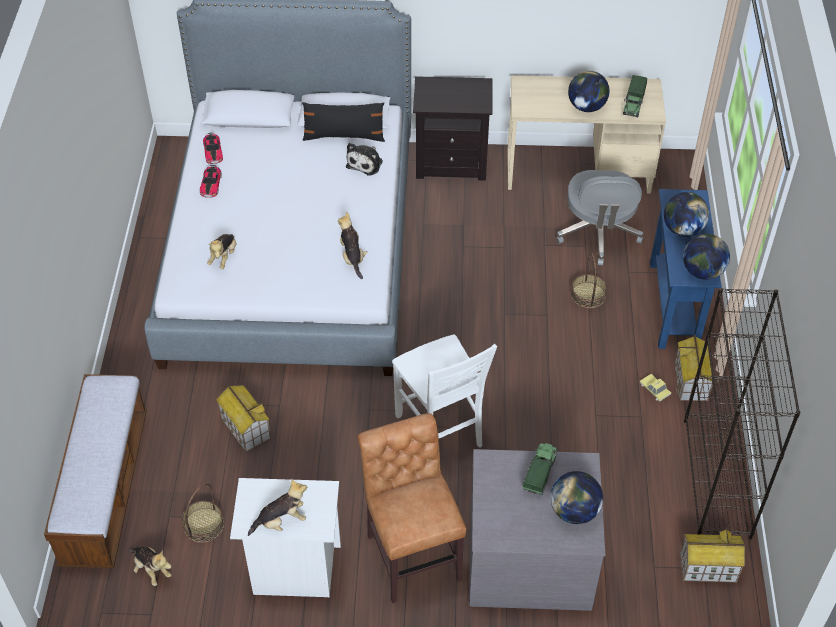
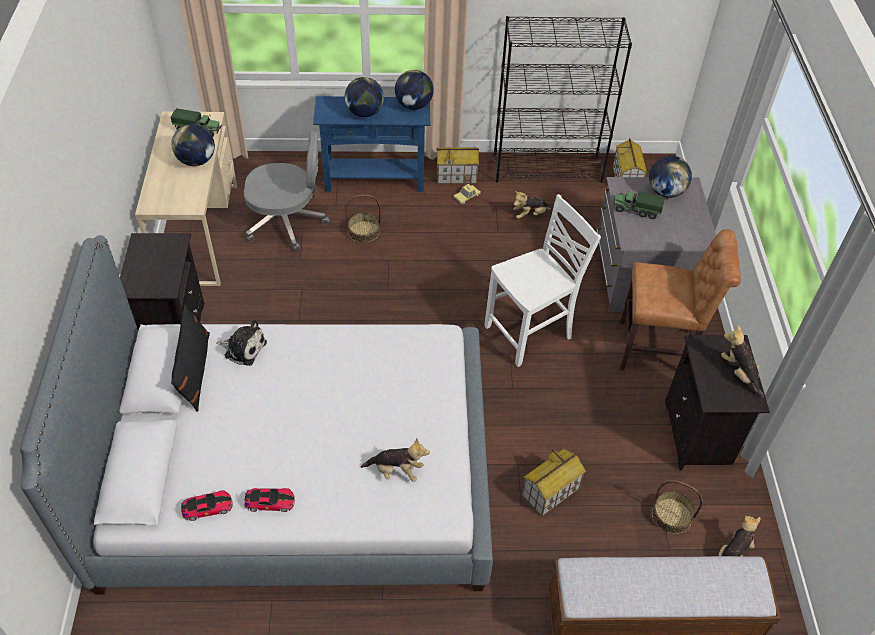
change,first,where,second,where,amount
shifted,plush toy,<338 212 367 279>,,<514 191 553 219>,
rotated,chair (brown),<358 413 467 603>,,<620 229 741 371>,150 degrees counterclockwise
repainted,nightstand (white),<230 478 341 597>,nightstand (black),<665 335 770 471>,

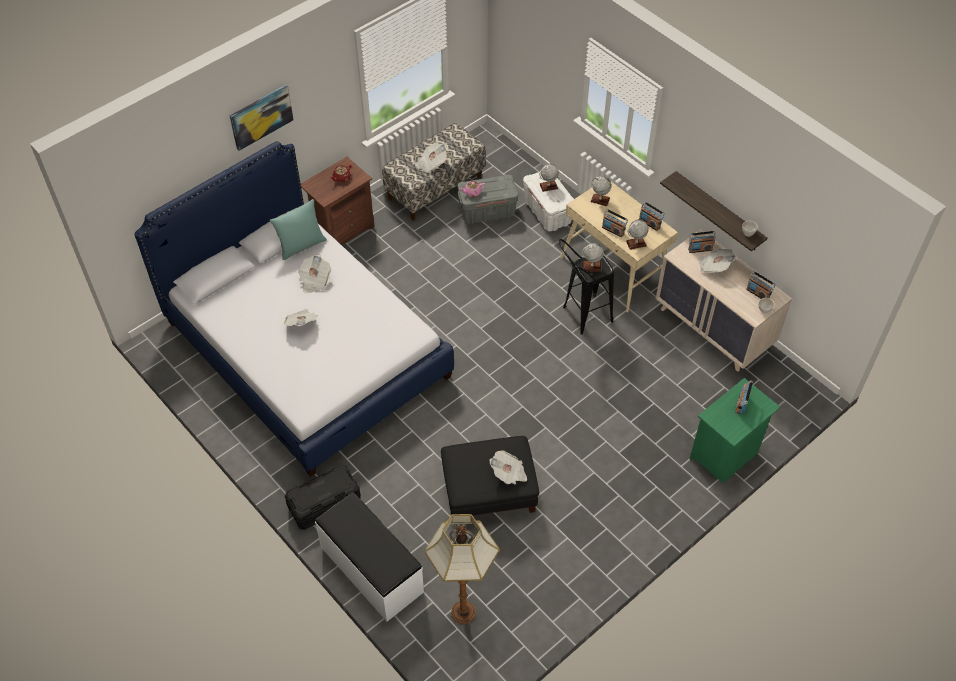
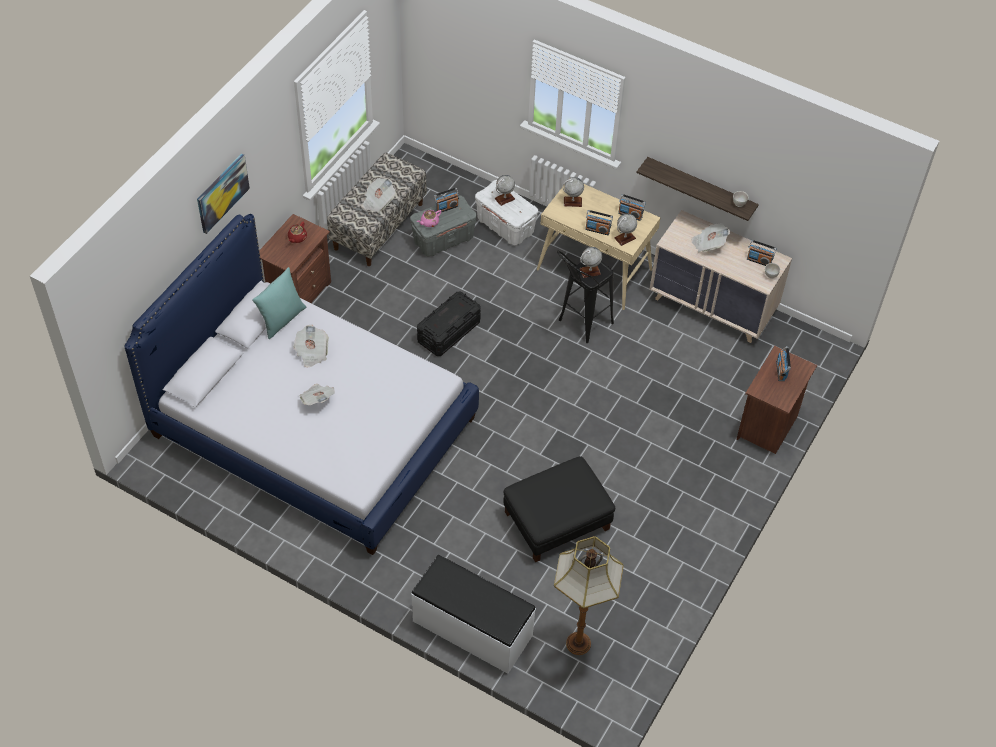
change,first,where,second,where,amount
shifted,radio,<688 231 715 253>,,<434 188 459 213>,
repainted,nightstand (green),<690 378 780 483>,nightstand (brown),<736 346 817 454>,
gone,newspaper,<490 450 527 484>,,,
shifted,storage box (black),<285 465 361 530>,,<417 292 481 356>,

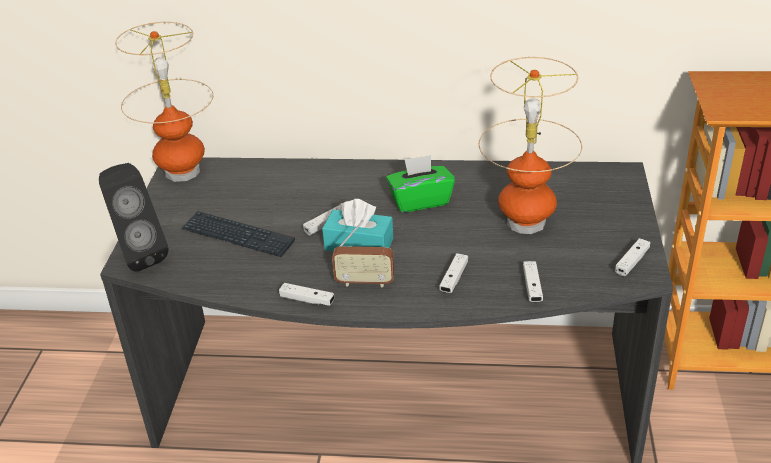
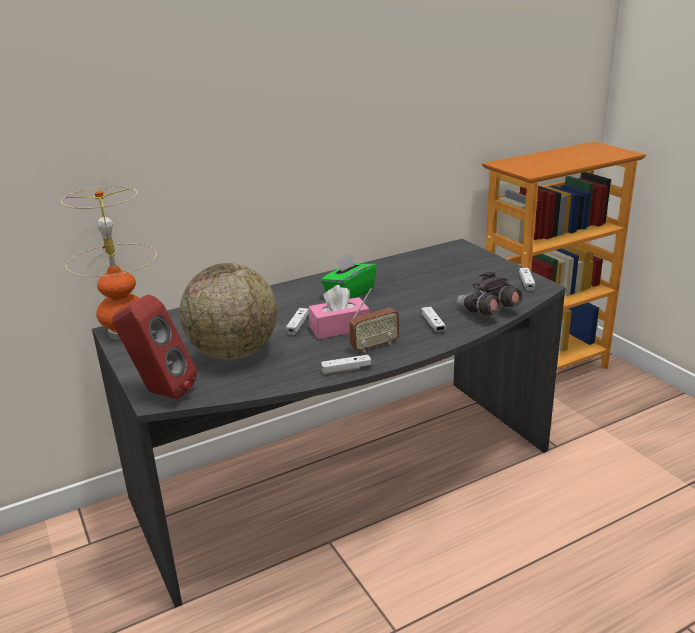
change,first,where,second,where,amount
gone,table lamp,<479 57 582 234>,,,
repainted,speaker (black),<99 163 169 272>,speaker (red),<112 295 197 400>,
repainted,tissue box (turquoise),<322 199 393 251>,tissue box (pink),<309 285 369 339>,
swapped,keyboard,<181 211 295 257>,globe,<180 263 277 360>,
swapped,game controller (white),<523 261 543 302>,binoculars (grey),<457 272 522 316>,

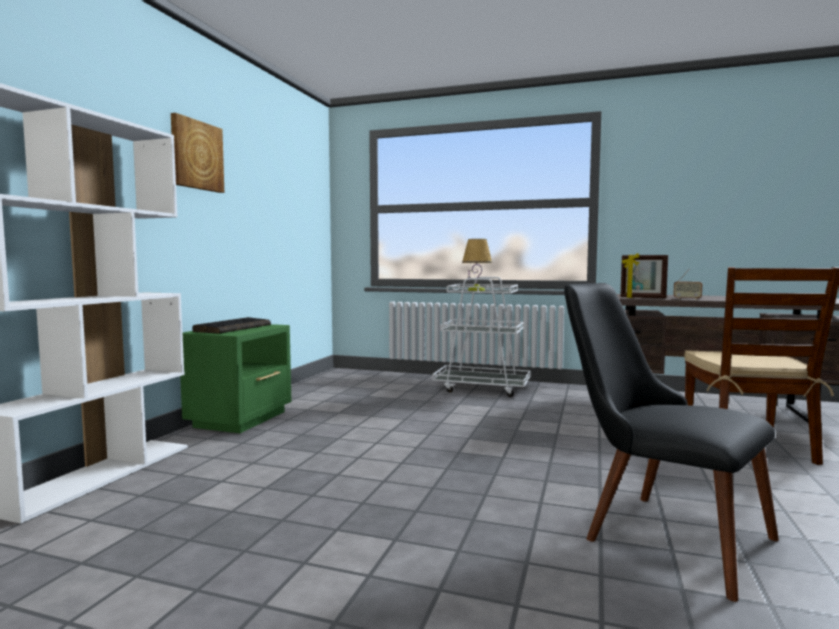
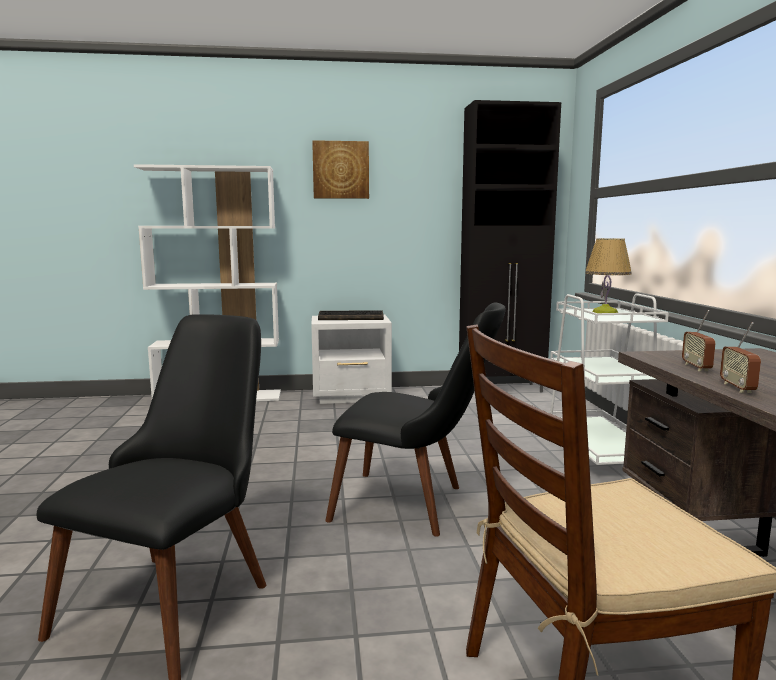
change,first,where,second,where,amount
swapped,picture frame,<620 253 668 298>,radio,<682 310 715 371>,
repainted,nightstand (green),<180 324 291 433>,nightstand (white),<311 314 392 404>,
new,,,cabinet (black),<459 100 561 392>,
new,,,chair (black),<325 303 506 536>,

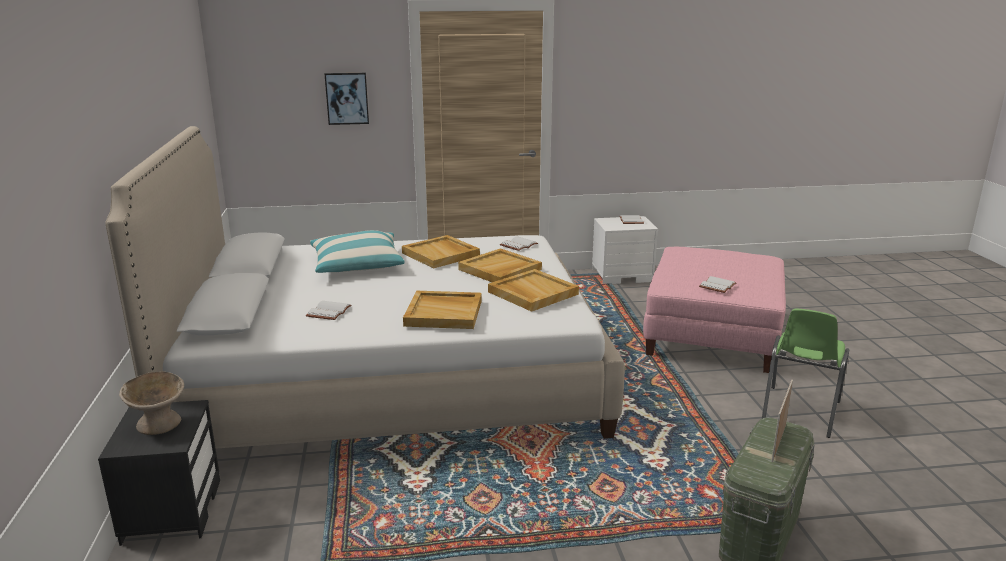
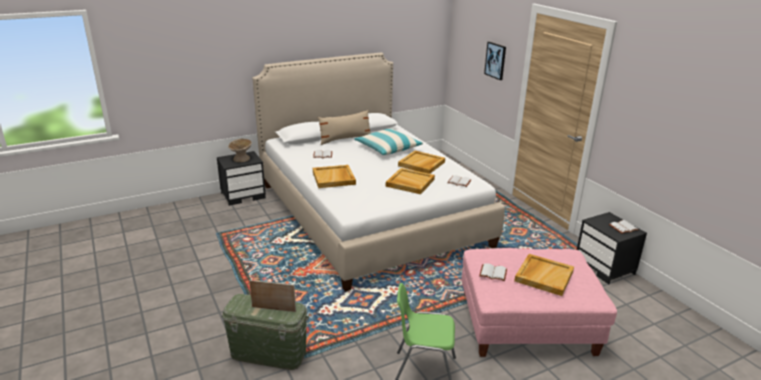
change,first,where,second,where,amount
repainted,nightstand (white),<592 216 658 284>,nightstand (black),<577 212 647 284>,
shifted,tray (beige),<488 269 579 312>,,<514 254 574 296>,
new,,,pillow (beige),<318 110 371 145>,

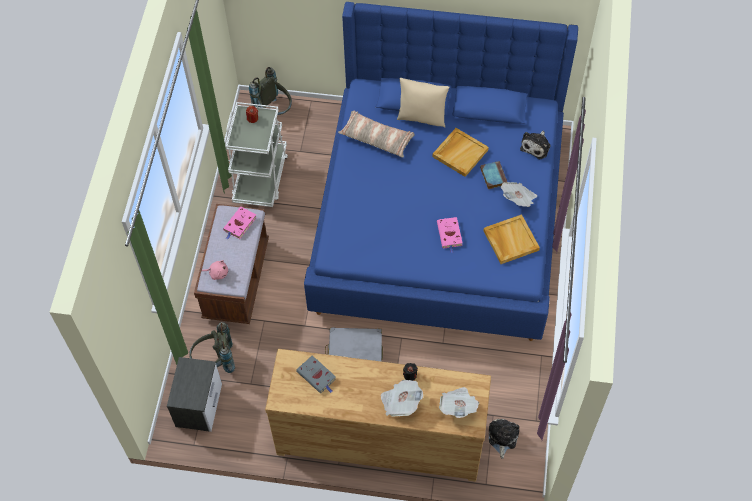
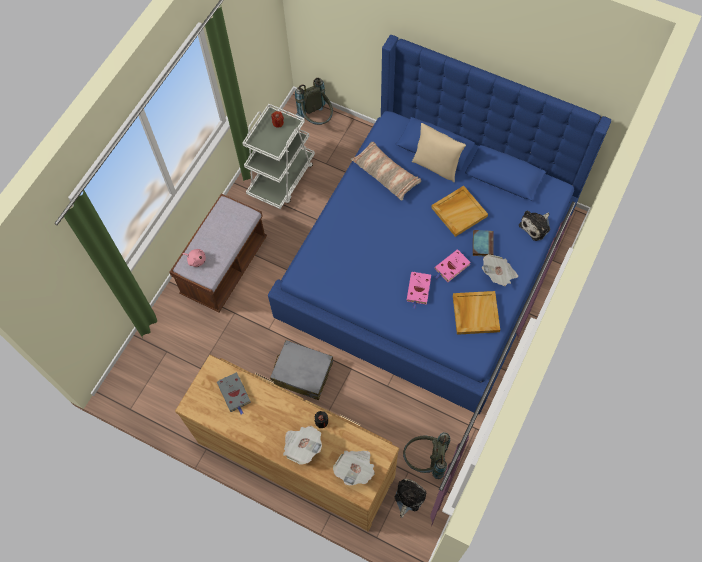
change,first,where,second,where,amount
shifted,book (pink),<223 206 257 239>,,<434 249 471 282>,
shifted,backpack (grey),<189 322 235 373>,,<403 433 450 479>,
gone,nightstand,<167 357 222 432>,,,

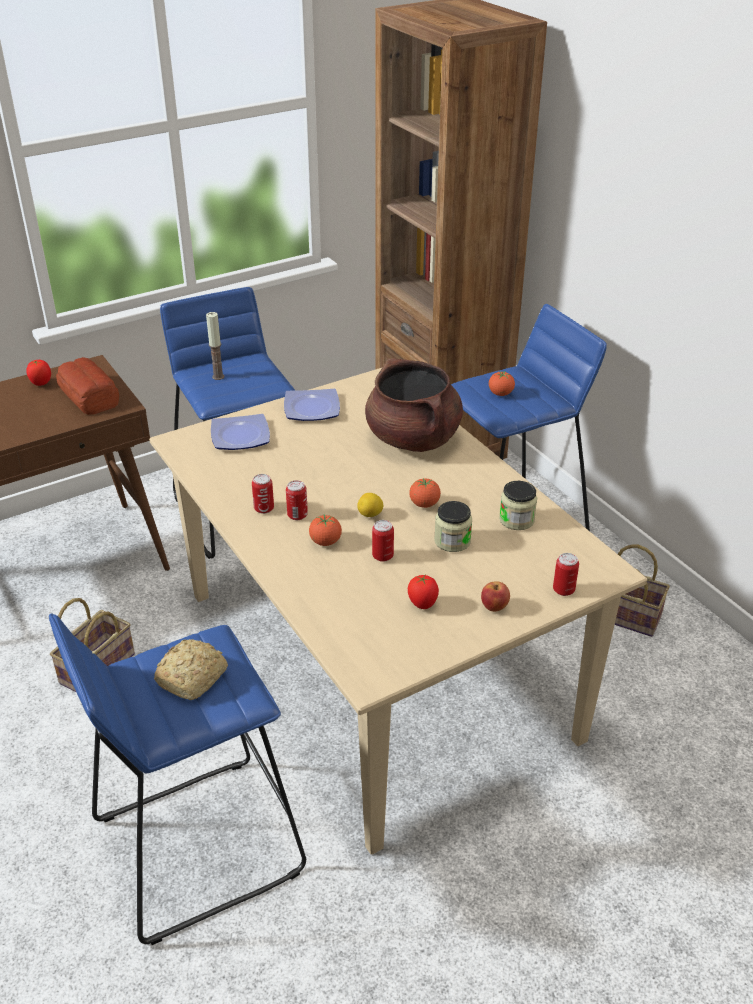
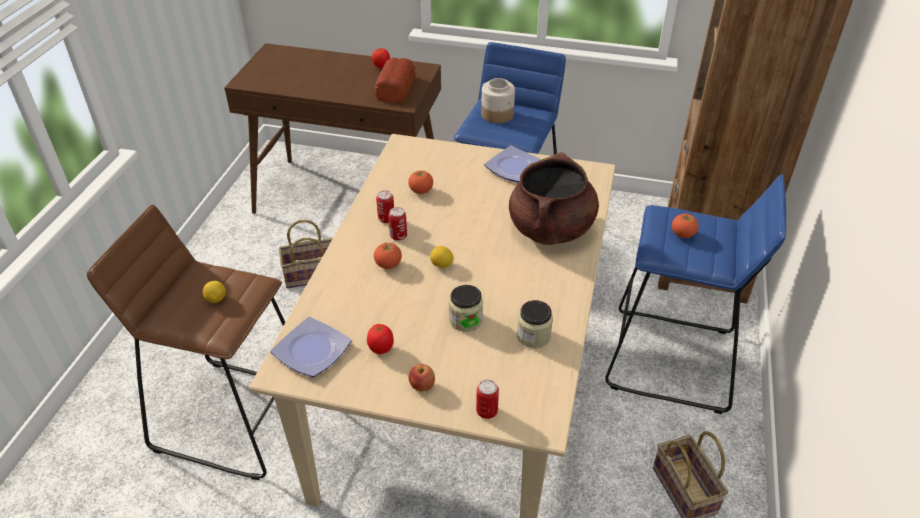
change,first,where,second,where,amount
swapped,candle,<206 312 224 380>,jar,<481 78 515 123>,
shifted,plate,<211 414 270 450>,,<271 317 351 377>,
shifted,tomato,<409 478 441 508>,,<408 170 433 194>,
gone,can,<372 520 394 562>,,,
repainted,stool (blue),<49 613 306 945>,stool (brown),<87 205 285 480>,
swapped,bread,<154 639 228 700>,lemon,<203 281 226 303>,

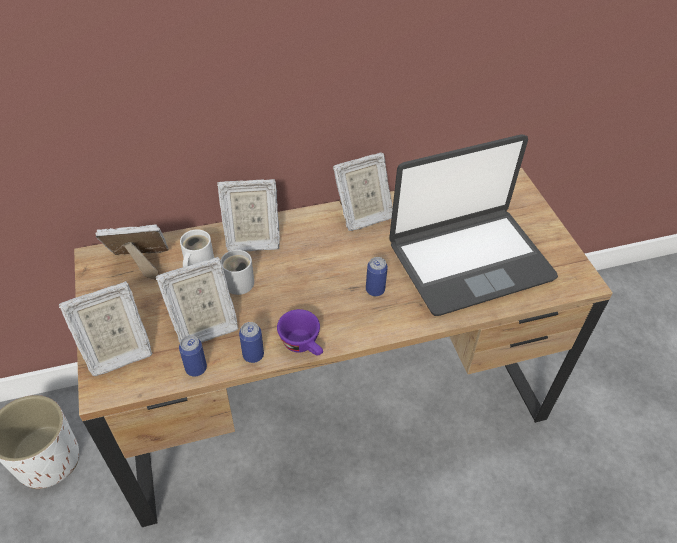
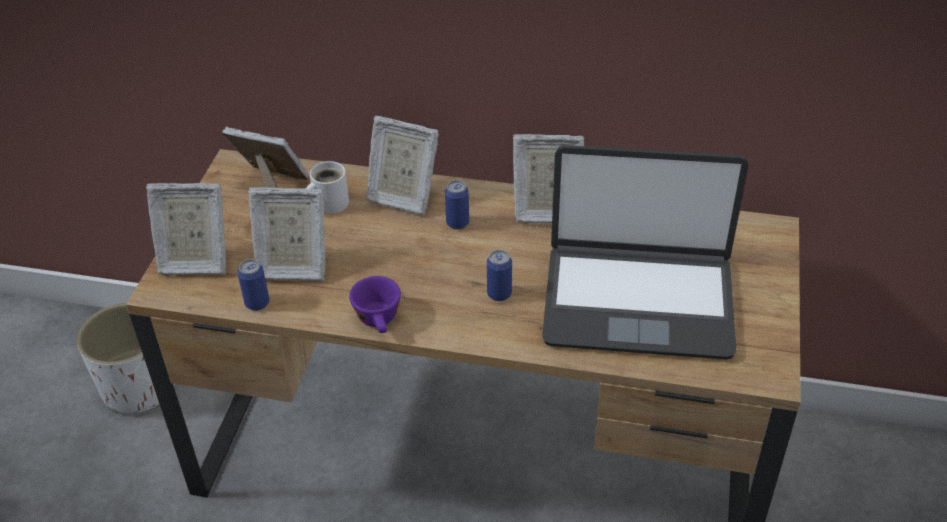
change,first,where,second,where,amount
gone,mug (white),<221 249 254 295>,,,
shifted,can,<239 322 264 363>,,<445 180 469 229>,

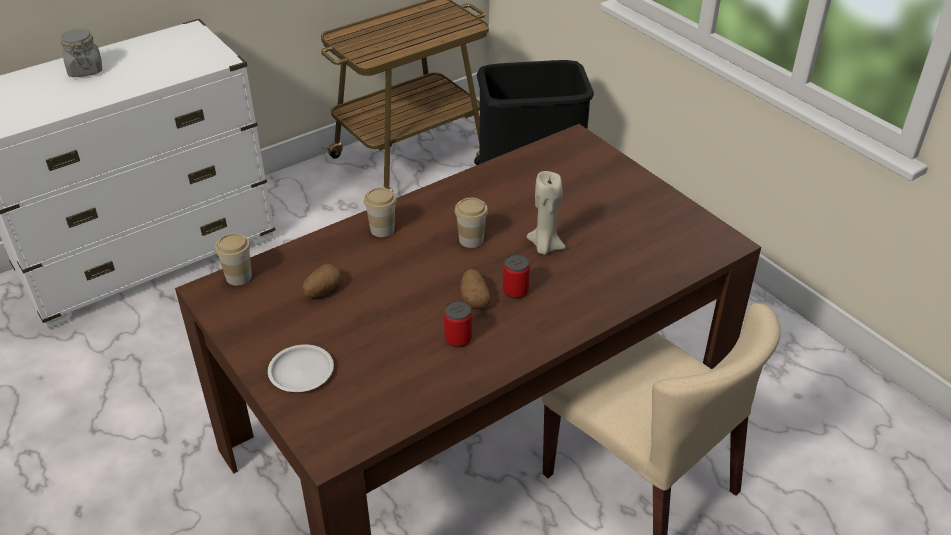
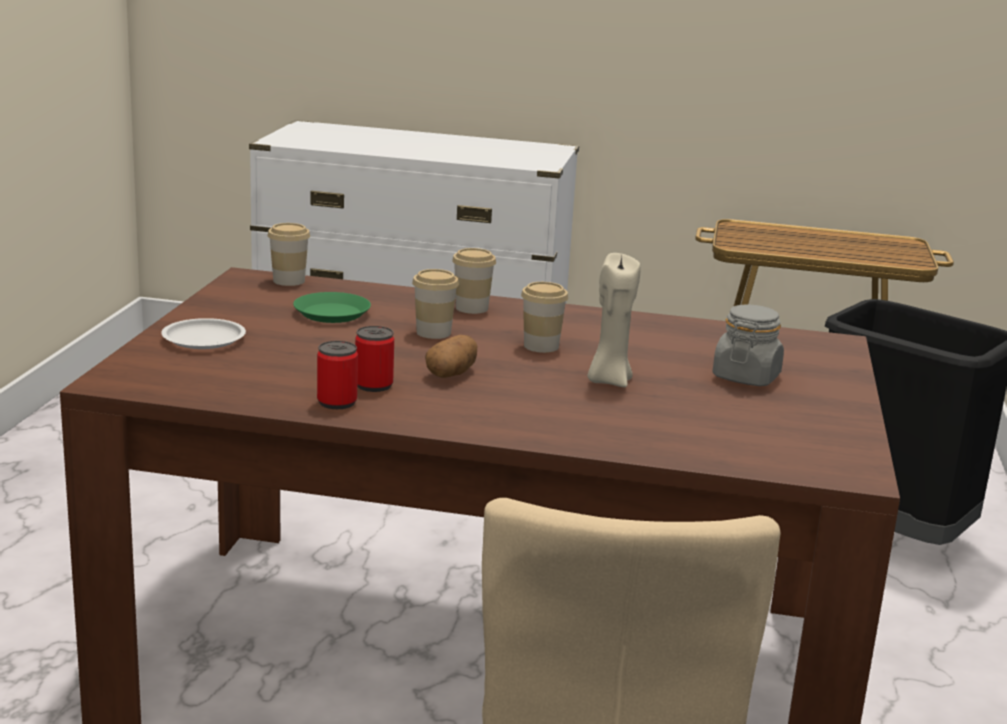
change,first,where,second,where,amount
shifted,jar (grey),<61 28 102 77>,,<712 304 784 386>,
shifted,can,<503 254 530 299>,,<317 341 358 409>,
swapped,potato,<303 264 341 298>,plate (green),<293 292 371 323>,
new,,,cup,<412 269 459 339>,

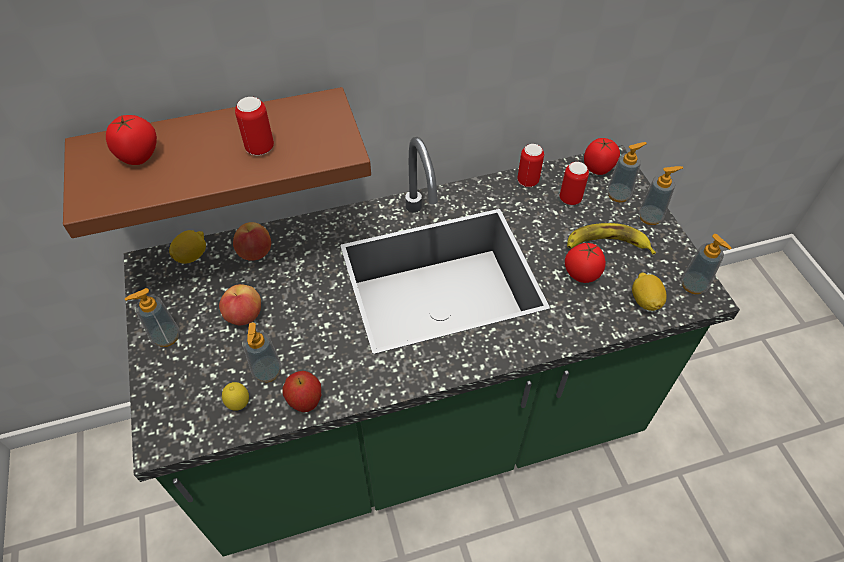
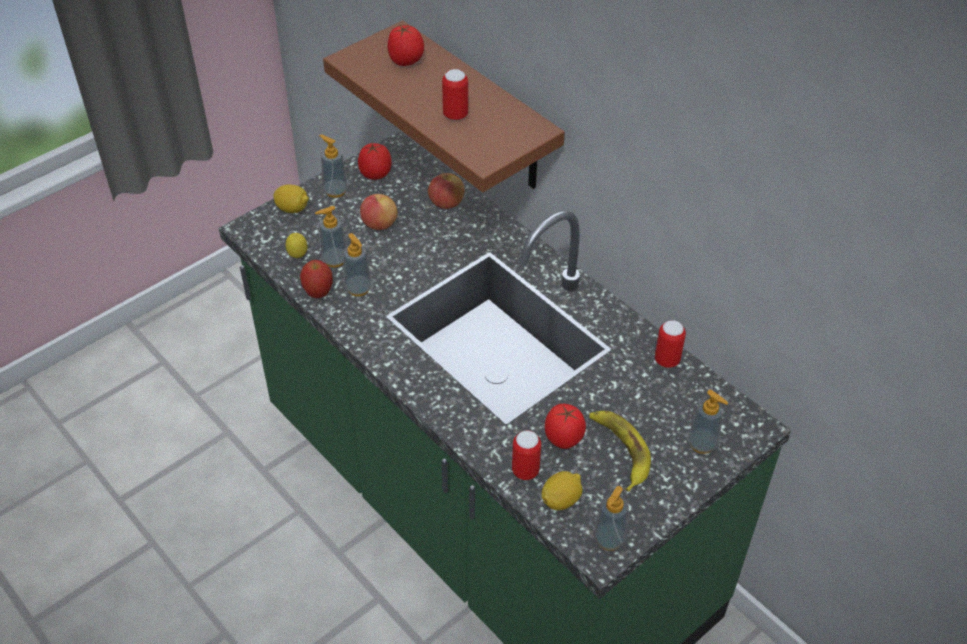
change,first,where,second,where,amount
shifted,tomato,<584 138 620 175>,,<358 143 392 180>,
shifted,can,<560 162 589 205>,,<512 430 541 480>,
shifted,soap dispenser,<638 166 683 225>,,<343 233 372 296>,
shifted,lemon,<169 230 206 264>,,<273 185 309 213>,

